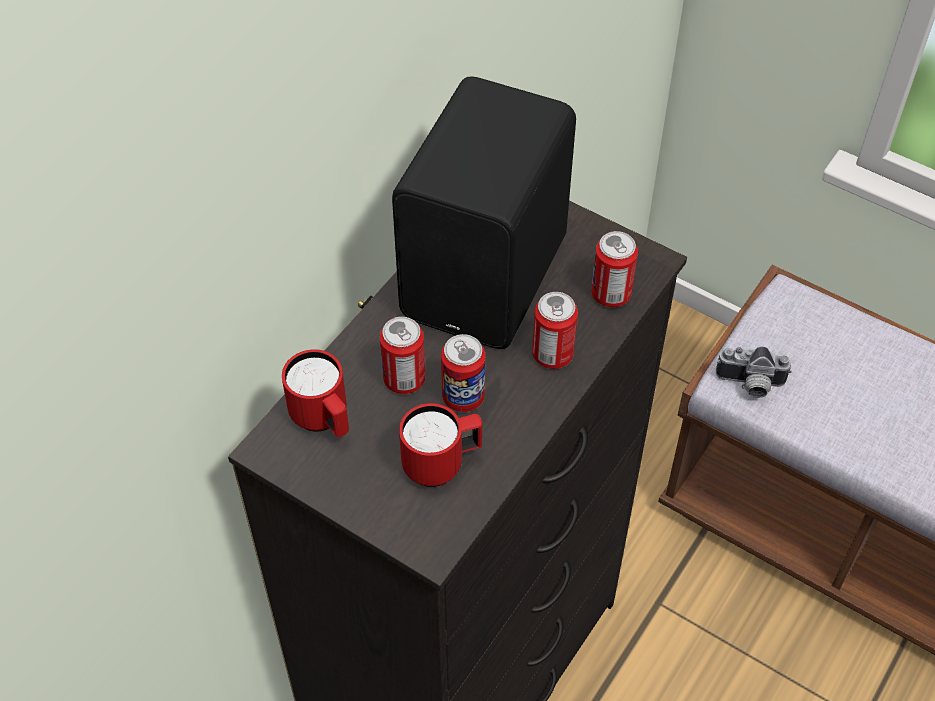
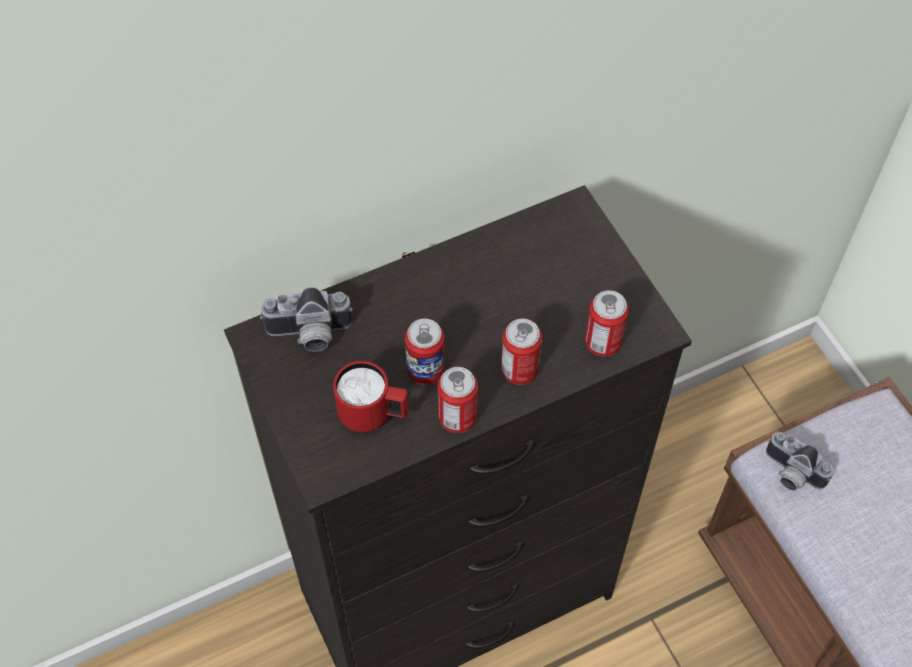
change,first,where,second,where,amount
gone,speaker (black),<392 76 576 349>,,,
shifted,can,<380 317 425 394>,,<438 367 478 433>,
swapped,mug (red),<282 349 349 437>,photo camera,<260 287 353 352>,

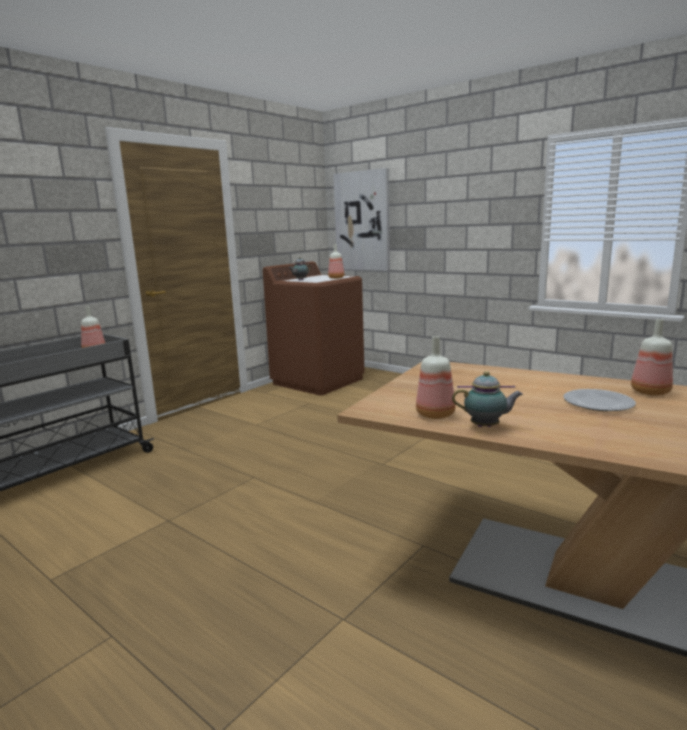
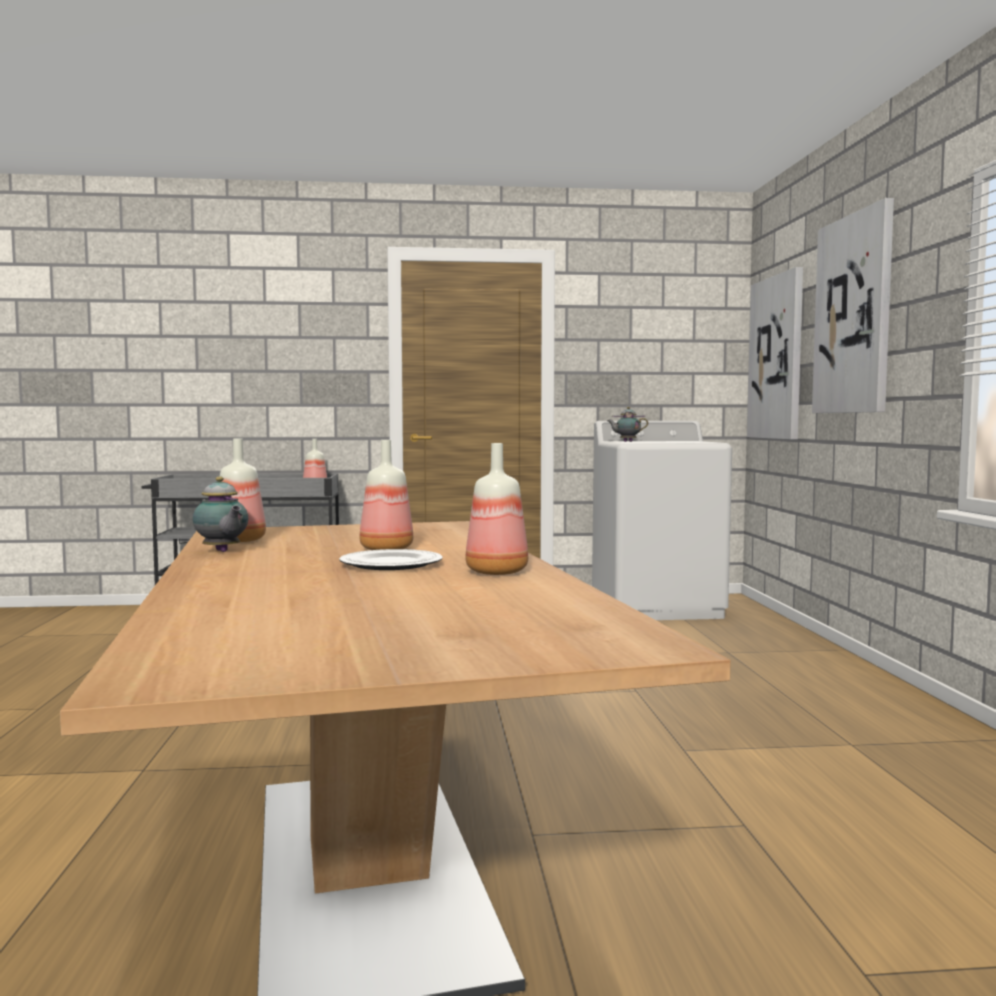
change,first,where,second,where,amount
shifted,bottle,<328 244 344 279>,,<359 440 413 550>,
repainted,washing machine (brown),<263 261 365 396>,washing machine (white),<592 421 732 620>,
new,,,picture,<812 198 894 413>,

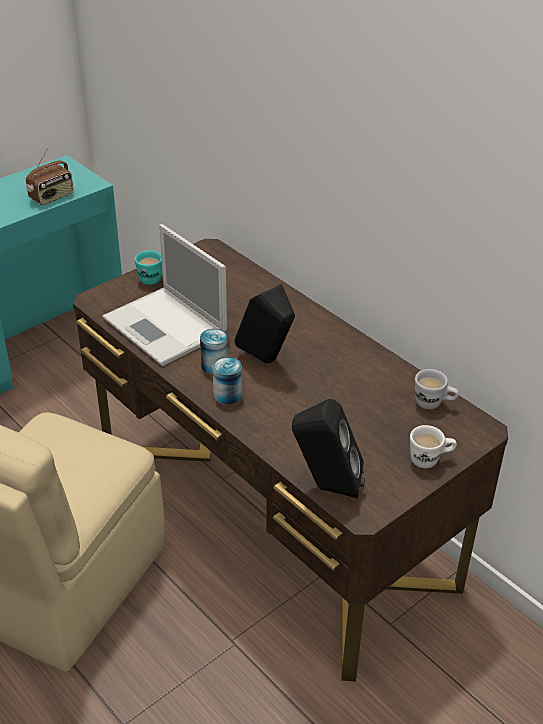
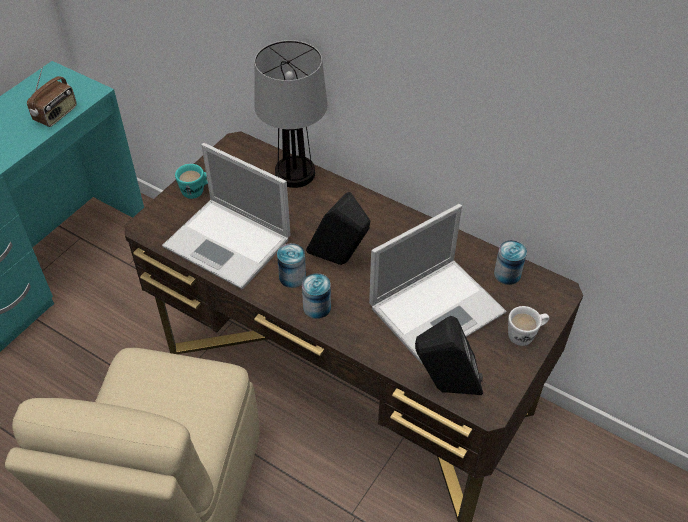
change,first,where,second,where,amount
swapped,mug (white),<415 369 459 409>,can,<494 240 527 285>,
new,,,table lamp,<254 40 328 188>,
new,,,laptop,<369 204 507 364>,

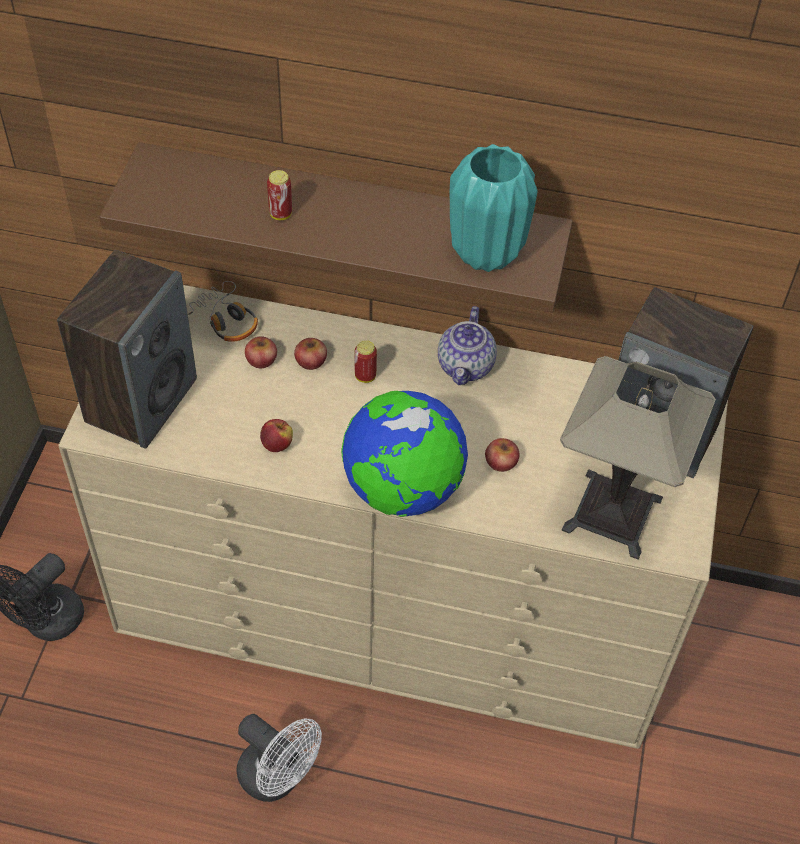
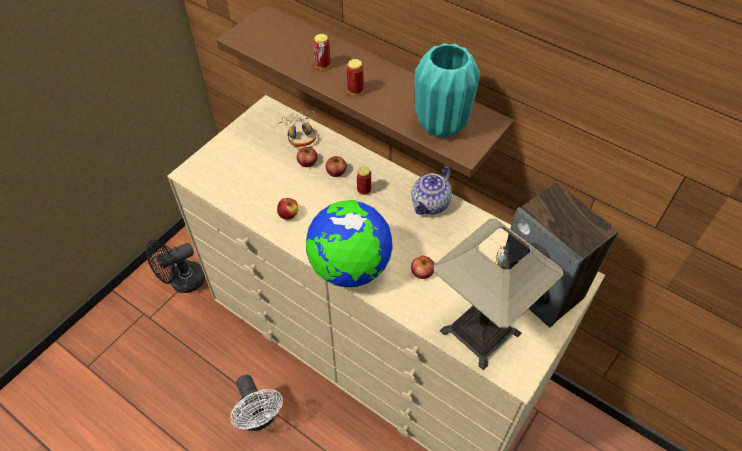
change,first,where,second,where,amount
gone,speaker,<57 250 197 449>,,,
new,,,can,<347 59 364 95>,

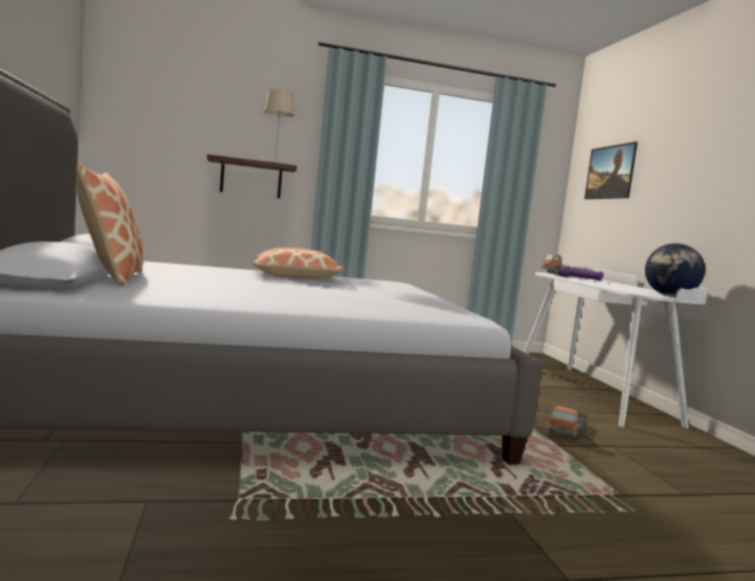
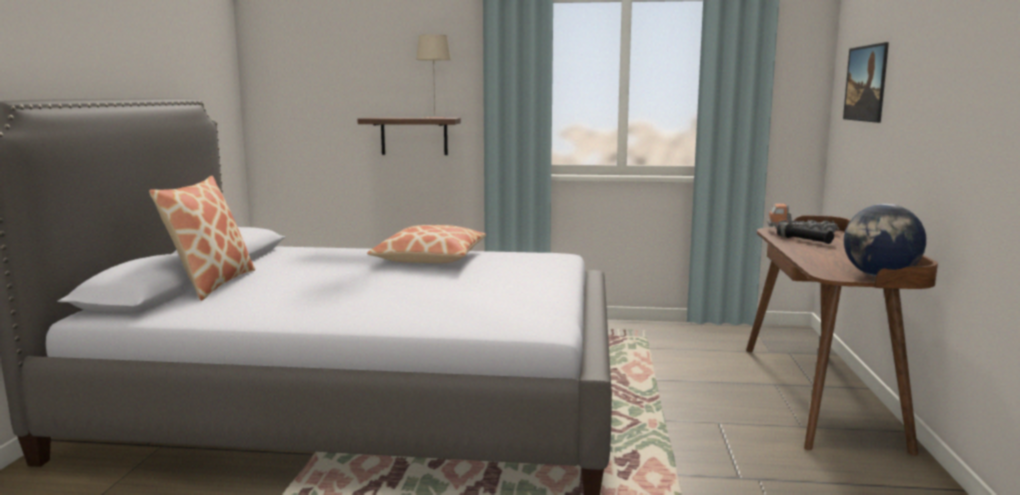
change,first,where,second,where,amount
repainted,desk (white),<524 265 708 428>,desk (brown),<746 215 938 456>,
repainted,flashlight (purple),<558 266 603 281>,flashlight (black),<777 222 834 244>,
gone,toy truck,<548 405 587 439>,,,

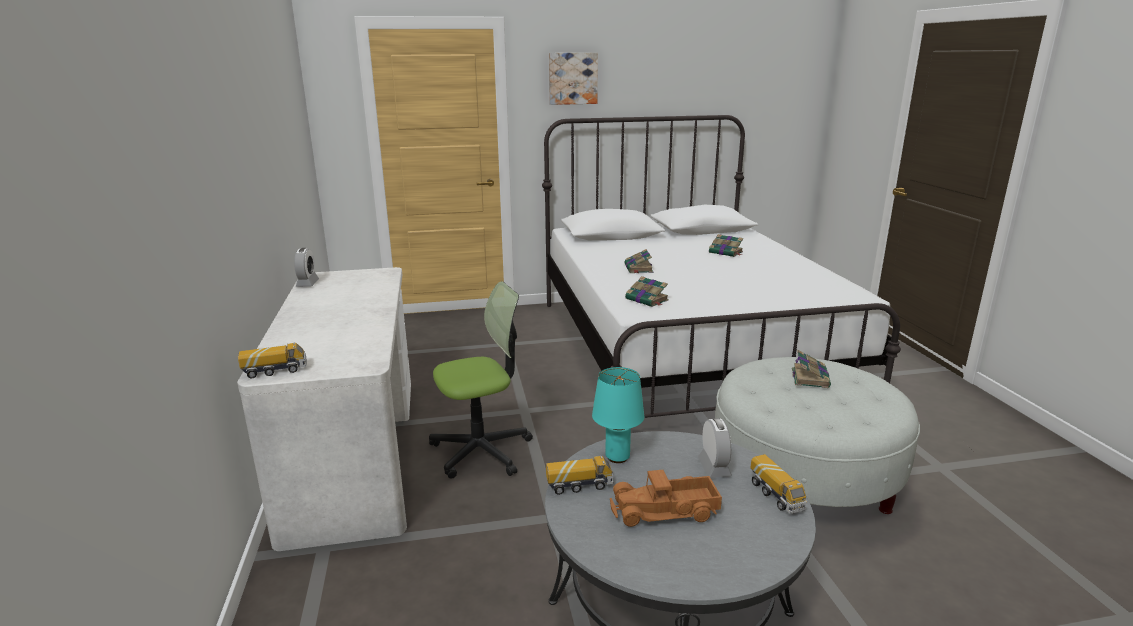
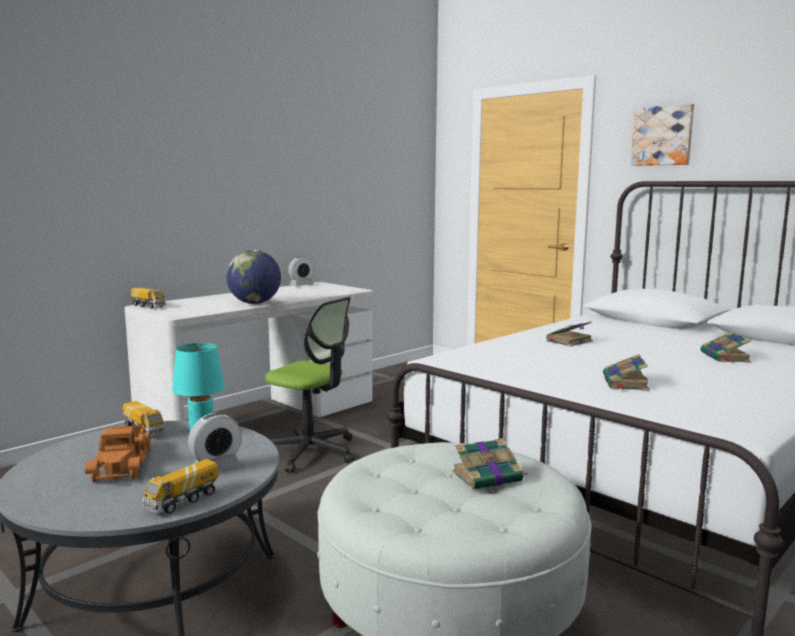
change,first,where,second,where,amount
shifted,book,<625 276 669 307>,,<603 354 650 391>,
rotated,toy truck,<610 470 722 527>,,<85 425 151 483>,150 degrees counterclockwise
new,,,globe,<226 250 281 304>,

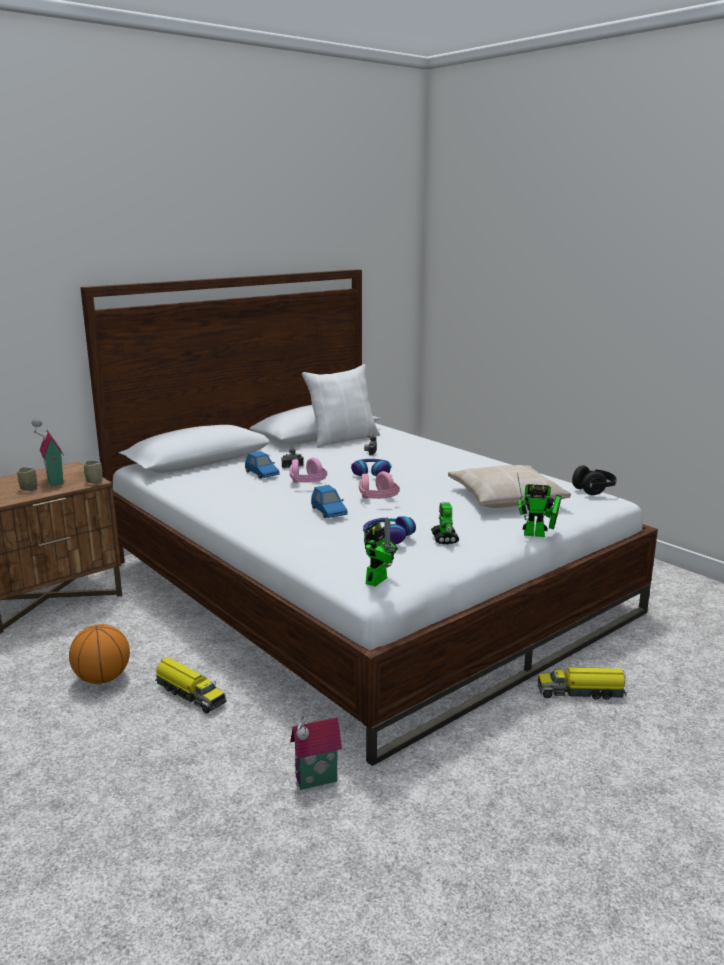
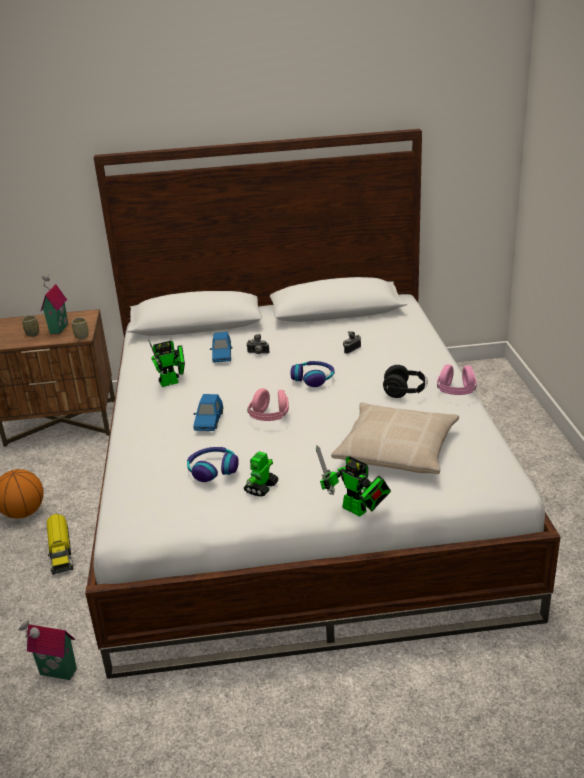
change,first,where,second,where,amount
gone,pillow (white),<302 364 380 448>,,,
shifted,headphones (pink),<290 457 327 483>,,<437 364 477 395>,
shifted,headphones (black),<572 465 617 495>,,<383 365 427 398>,
shifted,toy robot,<364 517 398 587>,,<148 340 185 387>,
gone,toy truck,<538 667 628 699>,,,

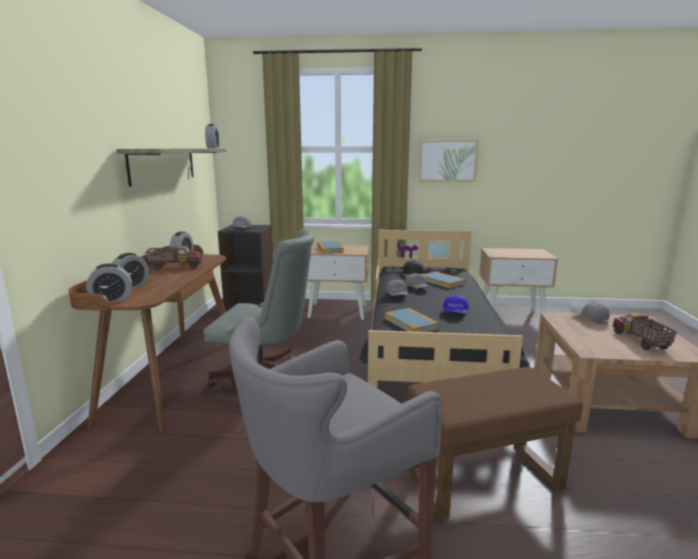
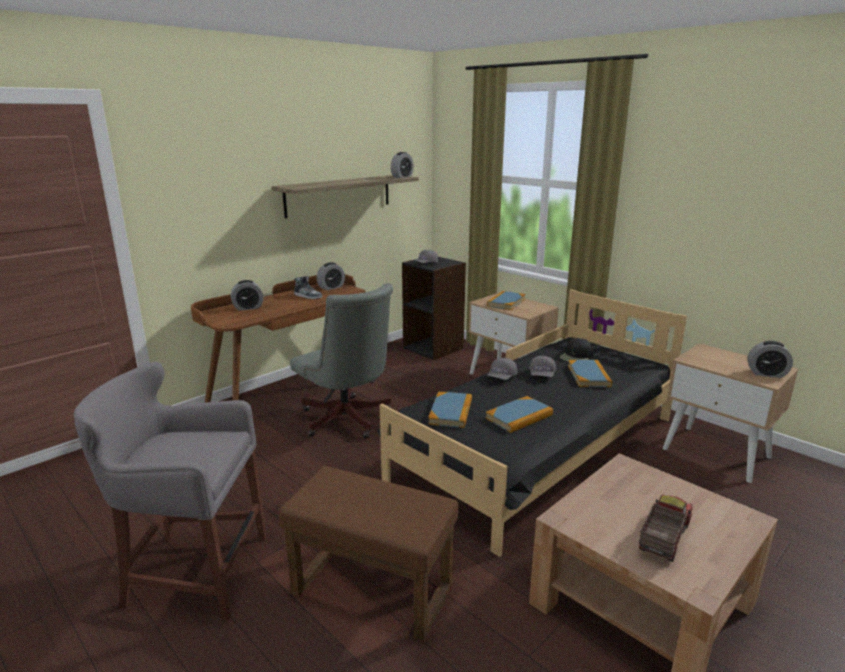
change,first,where,second,where,amount
gone,picture,<418 140 479 182>,,,
swapped,toy truck,<145 246 203 270>,shoe,<294 276 322 299>,
shifted,alarm clock,<86 264 132 302>,,<747 341 793 378>,
swapped,cap (blue),<443 295 469 314>,book,<485 396 553 433>,
gone,cap (grey),<571 301 610 325>,,,

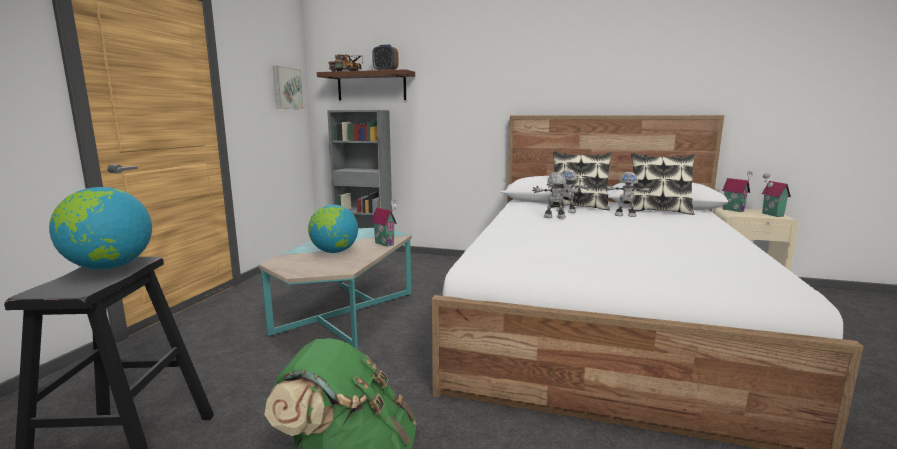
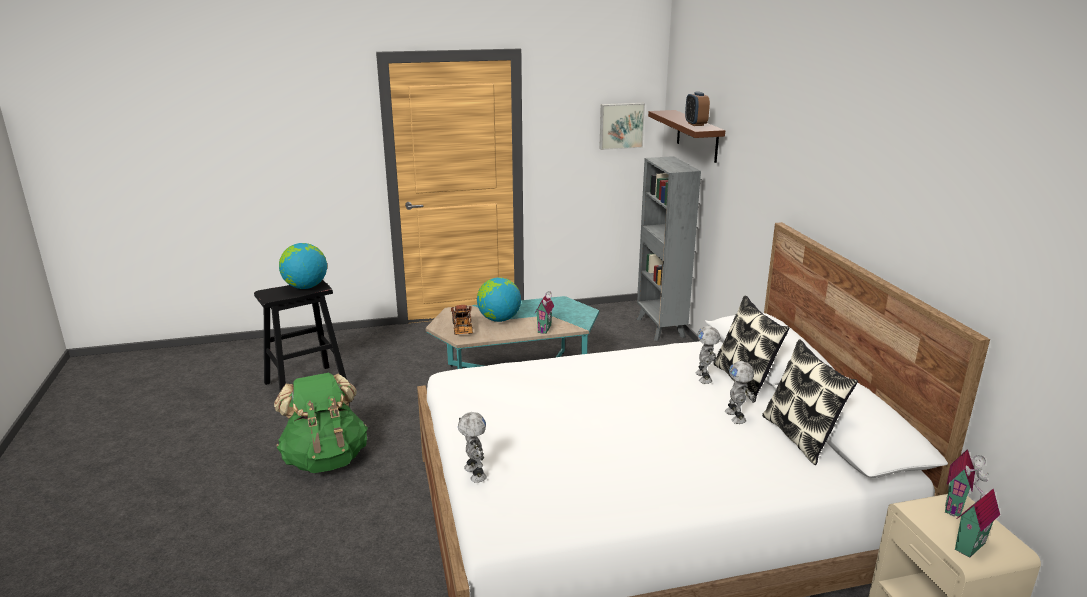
change,first,where,second,where,amount
shifted,toy truck,<329 54 362 72>,,<451 305 473 335>,
shifted,toy robot,<532 172 581 219>,,<458 412 487 483>,

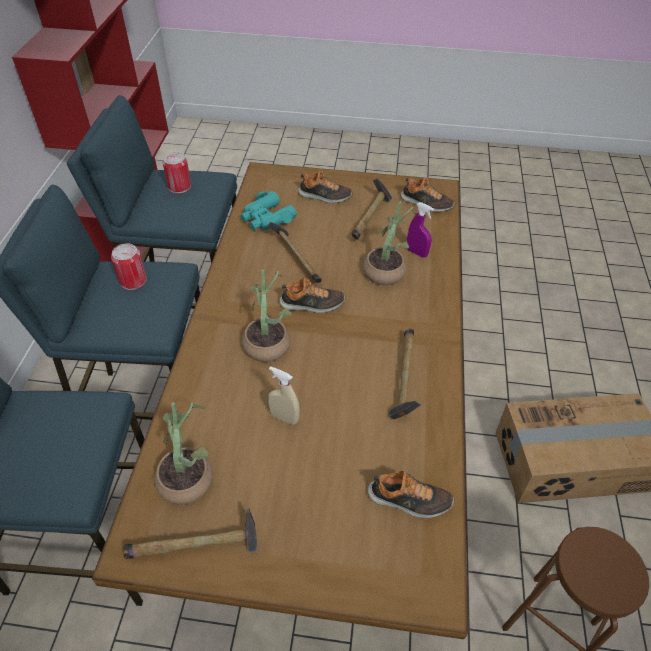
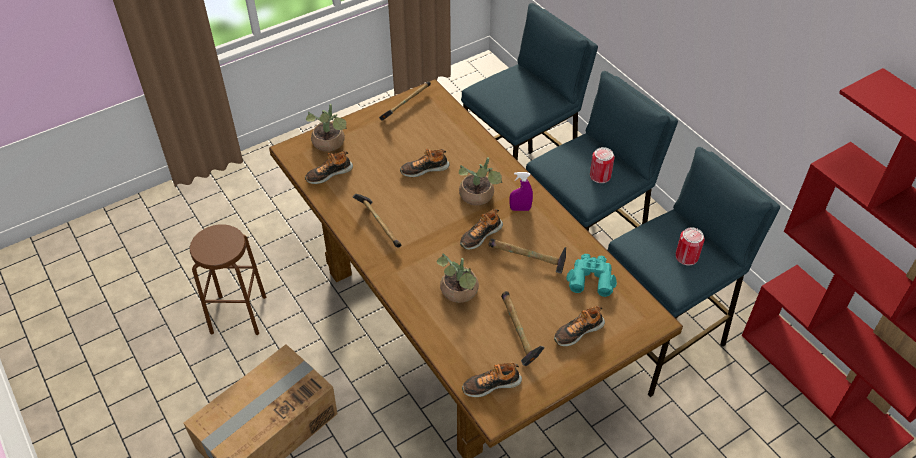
change,first,where,second,where,amount
shifted,spray bottle (purple),<407 202 434 257>,,<510 172 533 211>,
swapped,spray bottle (beige),<268 366 300 425>,shoe,<400 149 450 177>,
shifted,potted plant,<154 402 213 505>,,<306 104 347 152>,

